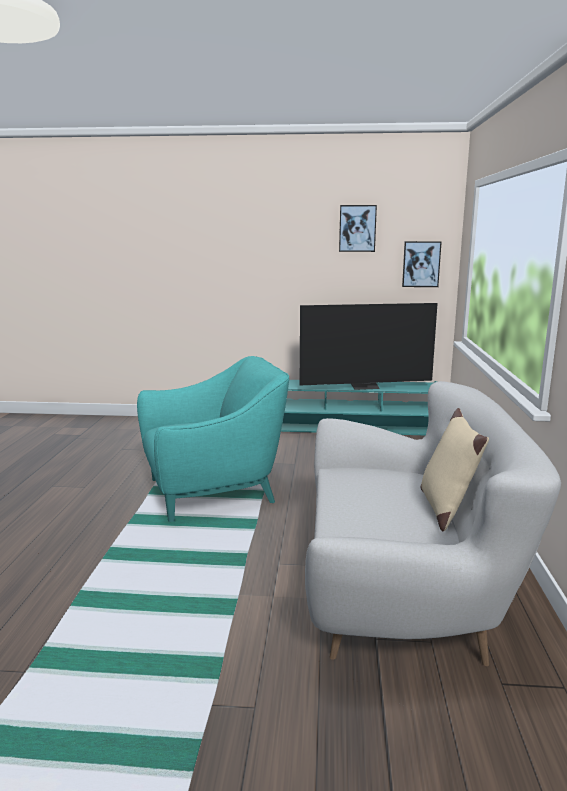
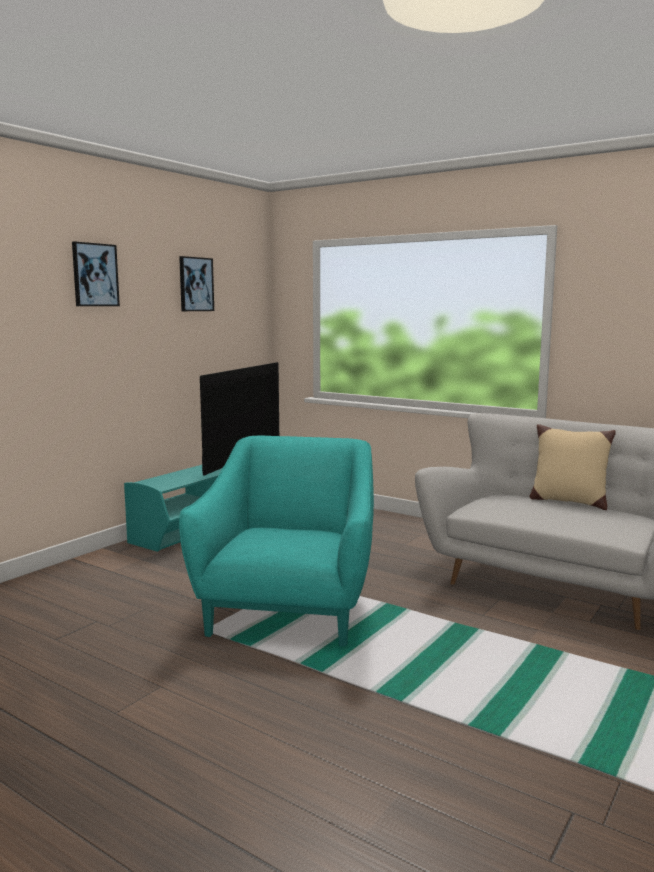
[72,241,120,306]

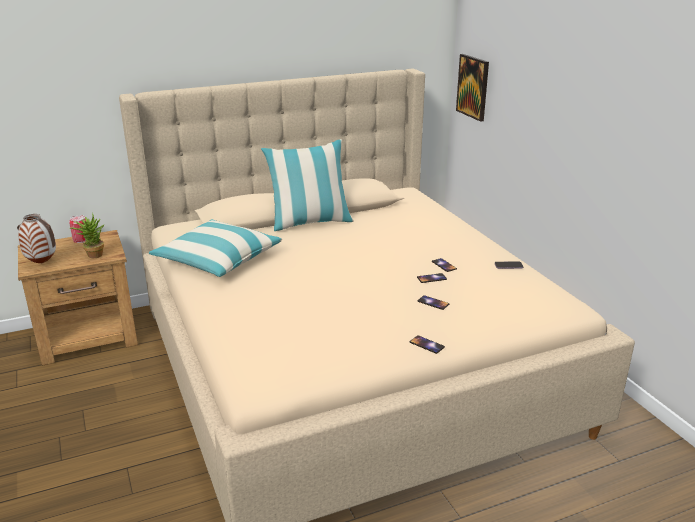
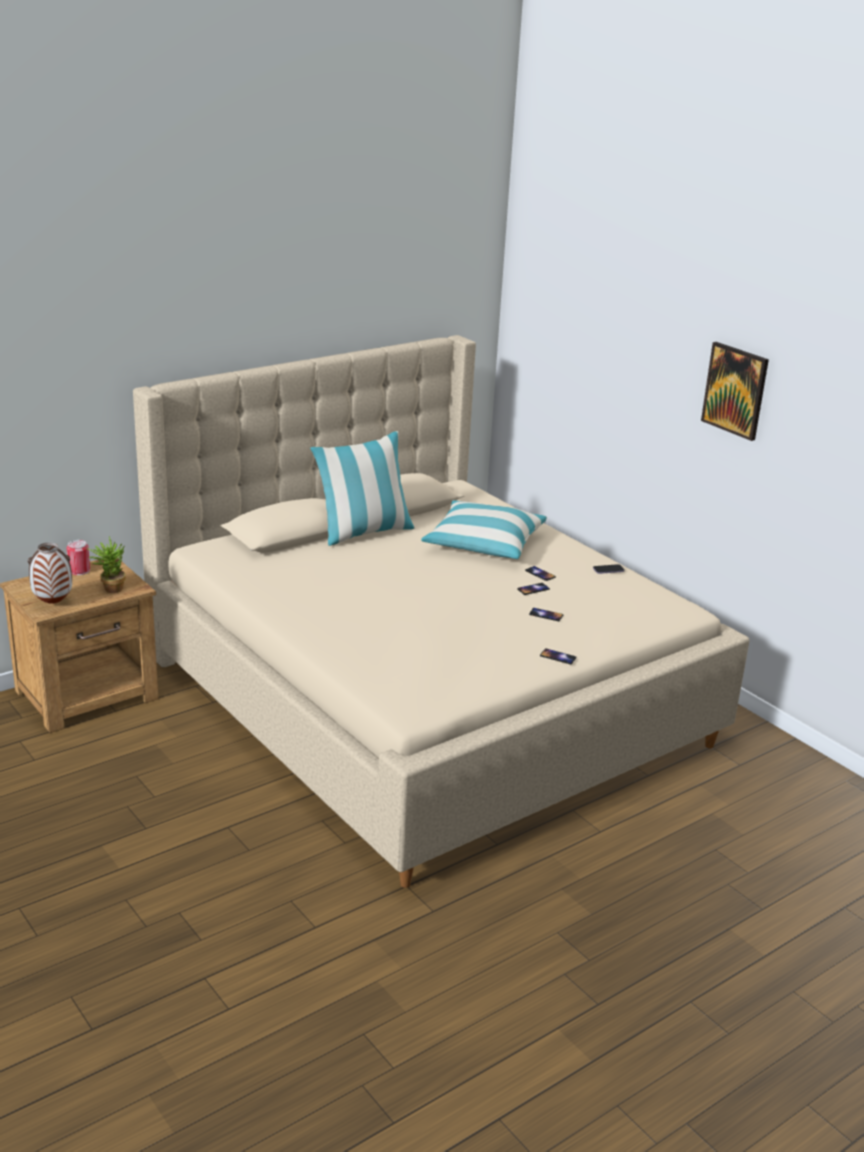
[701,342,769,441]
[421,500,547,559]

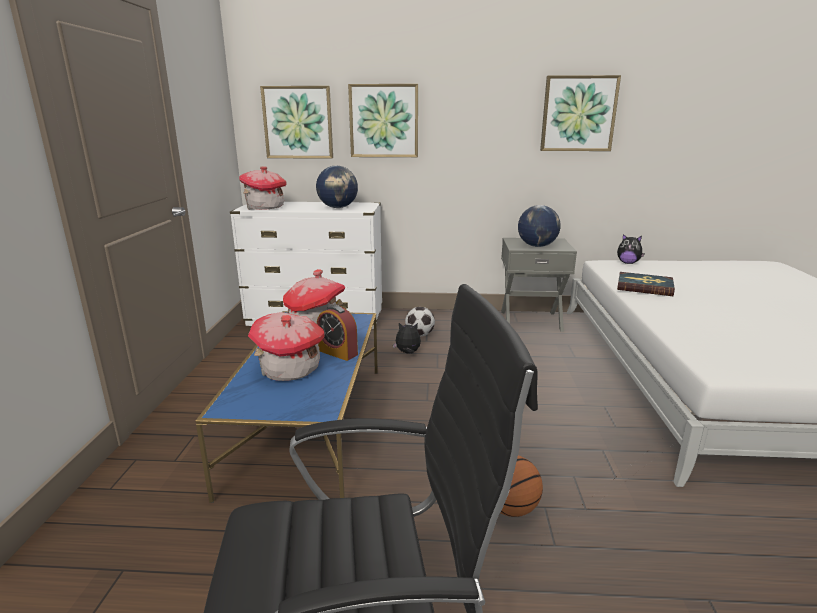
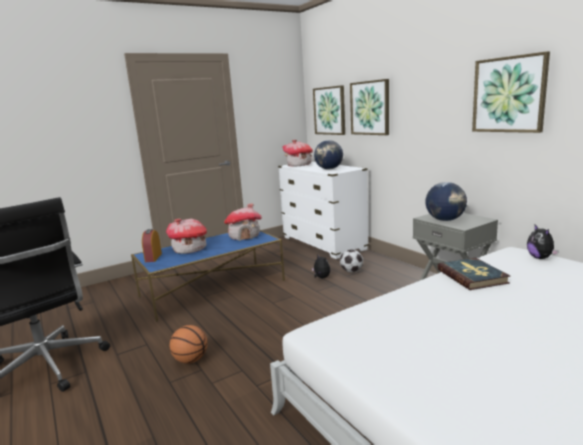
[142,229,162,262]

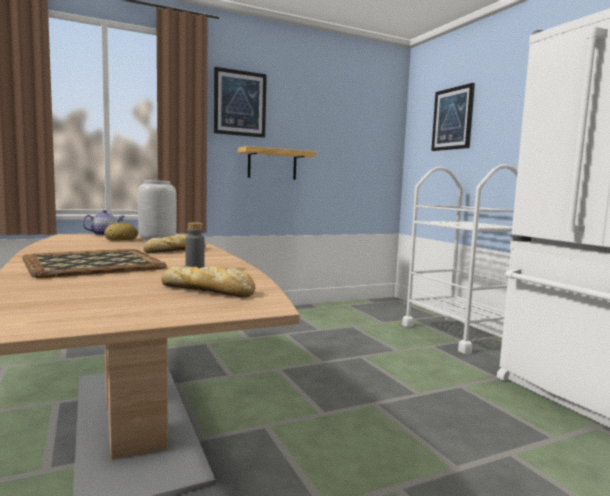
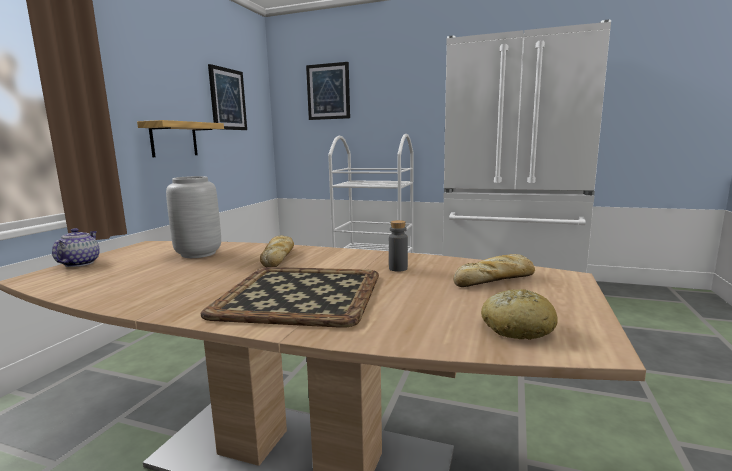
[208,64,247,130]
[481,289,558,340]

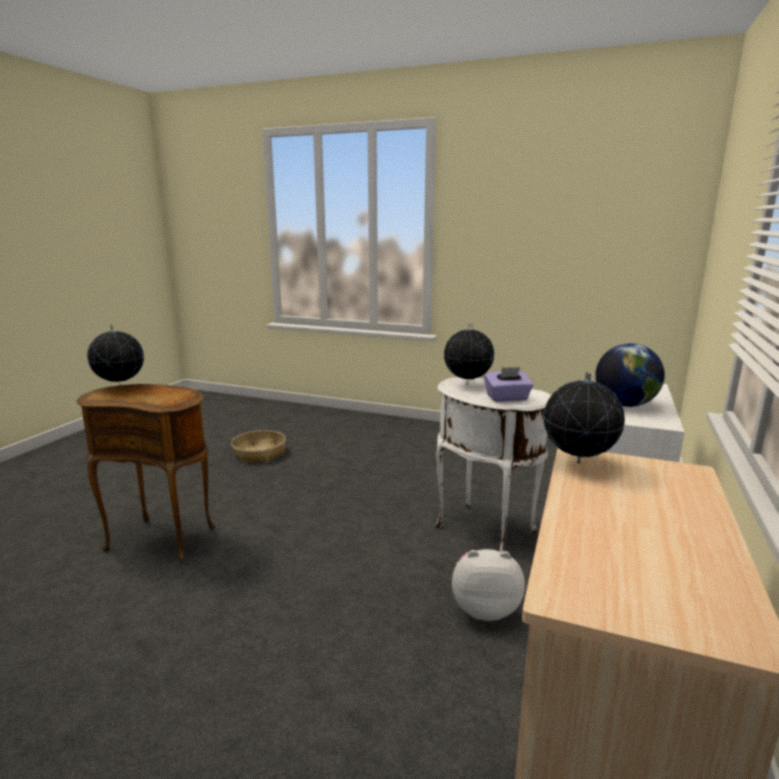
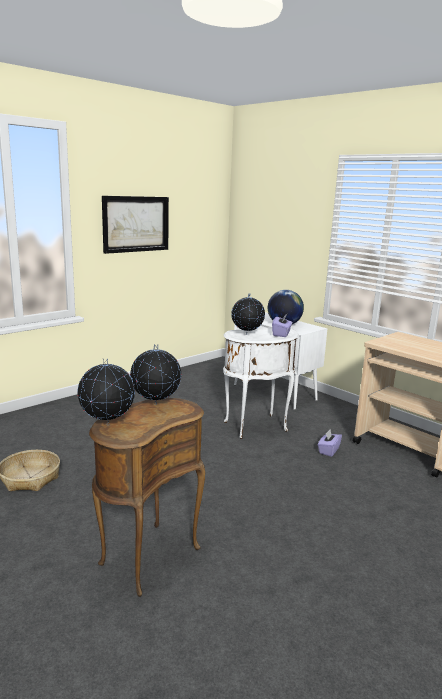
[130,344,182,405]
[318,429,342,457]
[102,196,169,254]

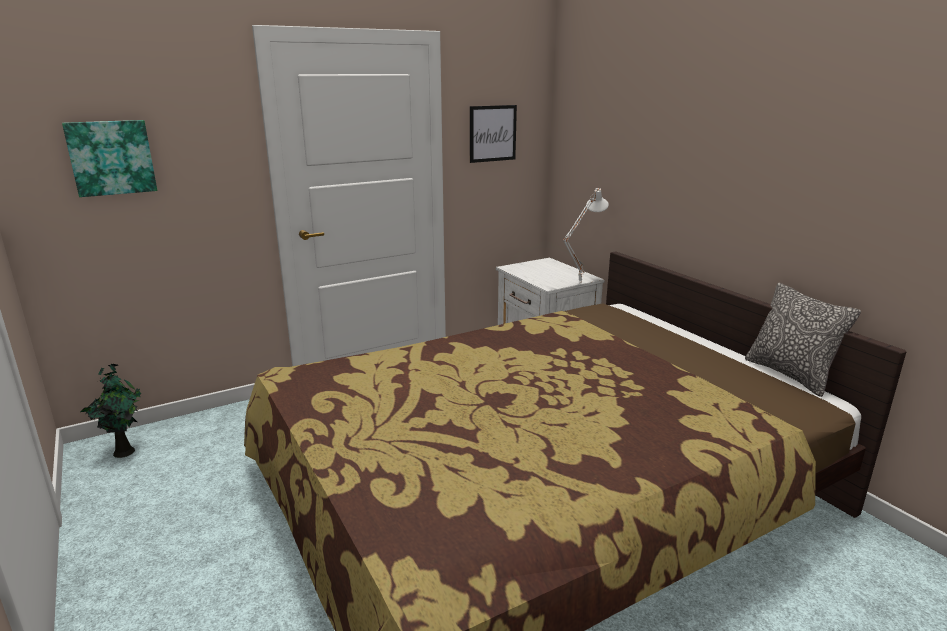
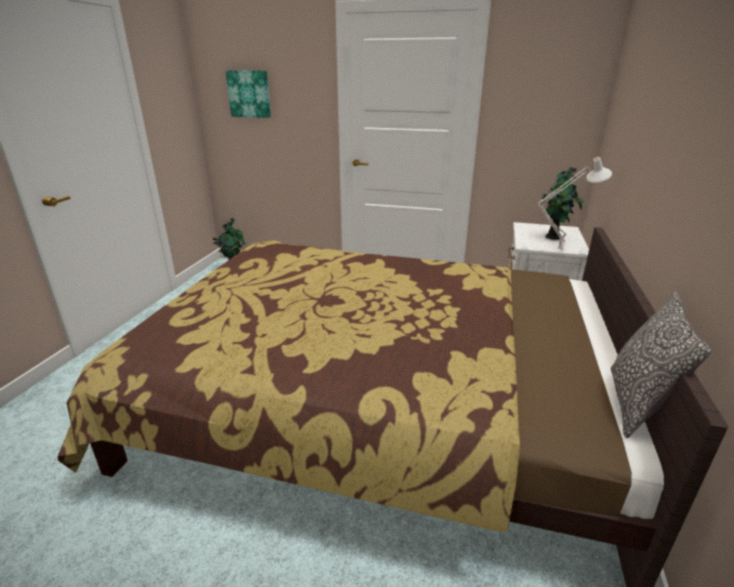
[470,105,517,163] (first image)
[542,167,584,240]

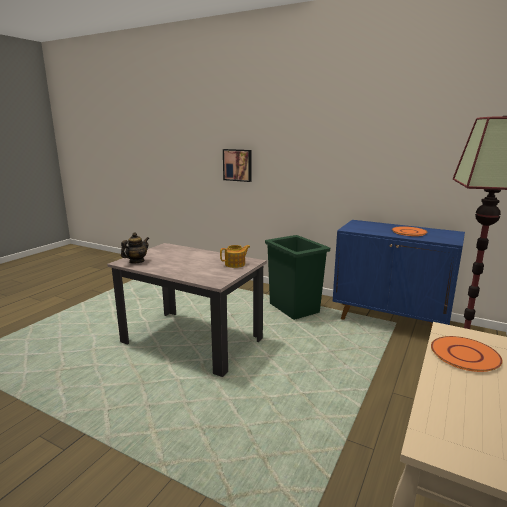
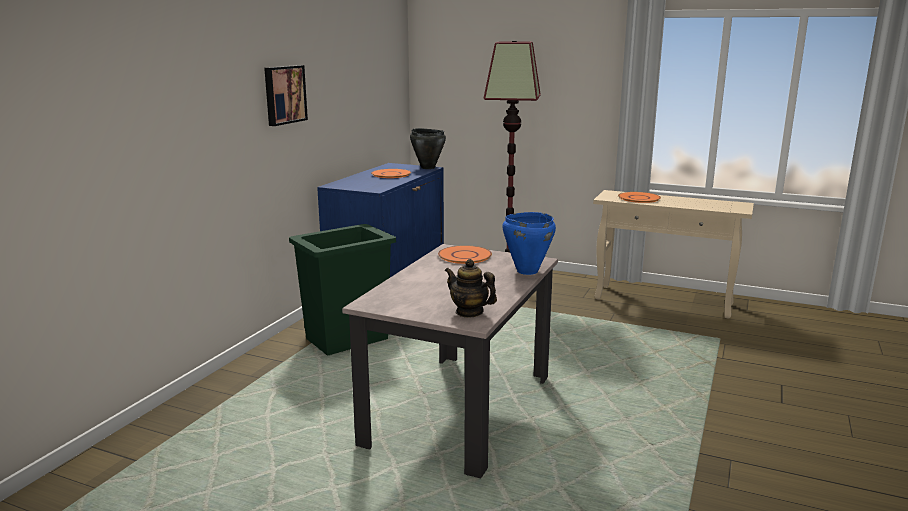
[264,65,308,126]
[438,245,492,264]
[410,128,446,169]
[503,212,556,275]

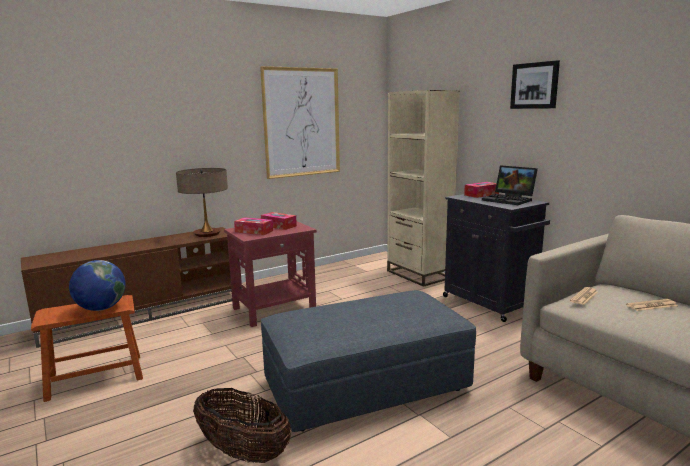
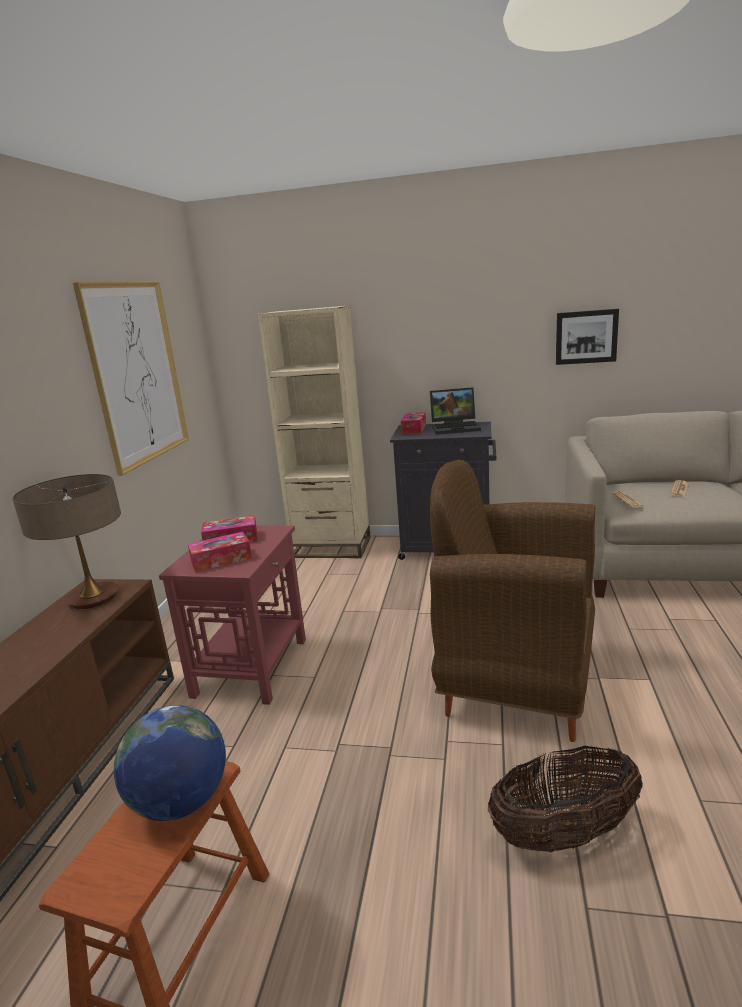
[556,309,619,365]
[430,460,595,742]

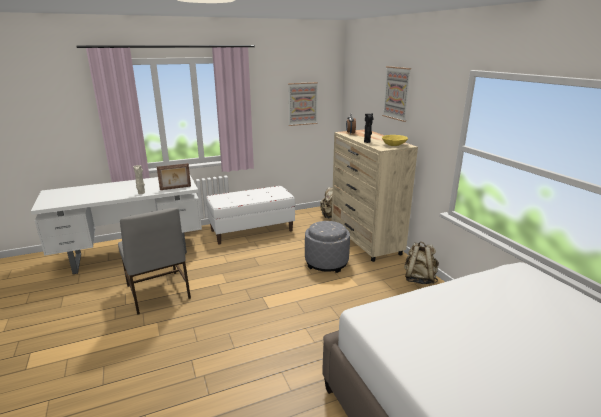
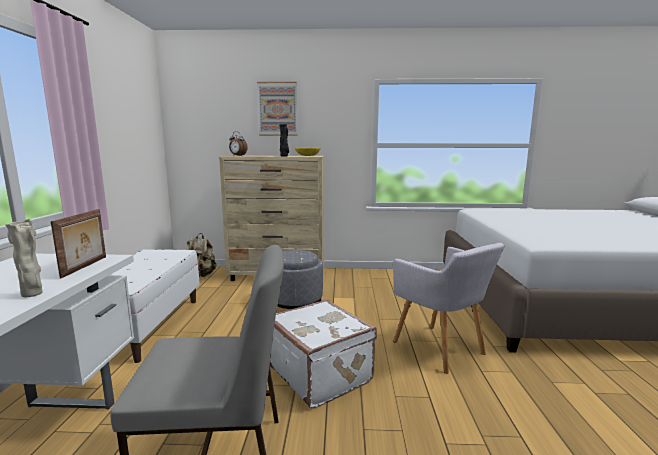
[288,82,318,126] (first image)
[404,241,439,284] (first image)
[393,243,504,374]
[270,299,377,409]

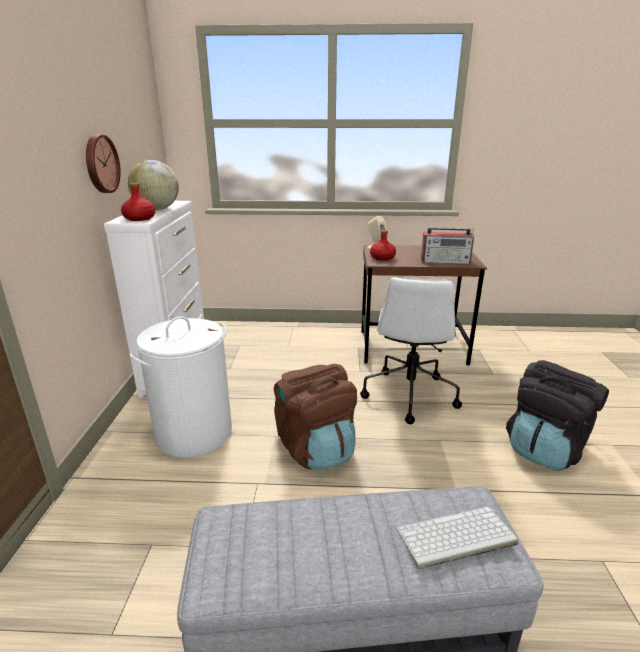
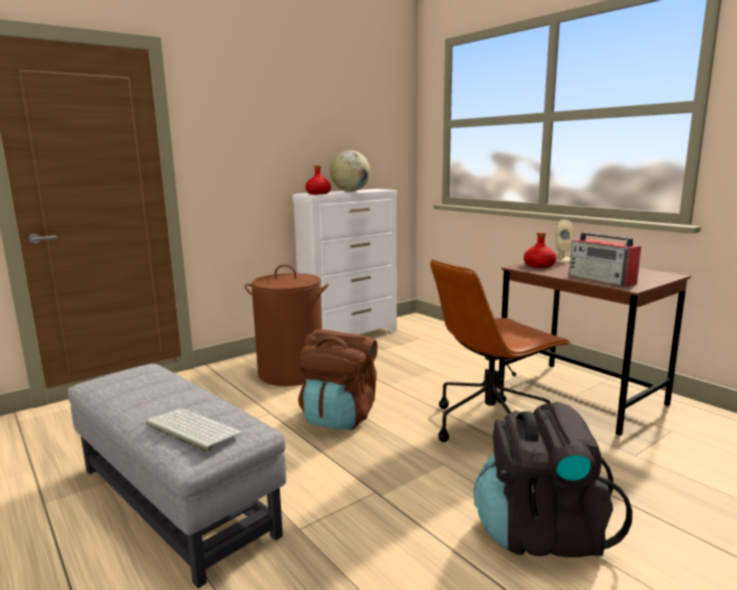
[86,134,121,193] (first image)
[430,259,571,442]
[245,265,329,386]

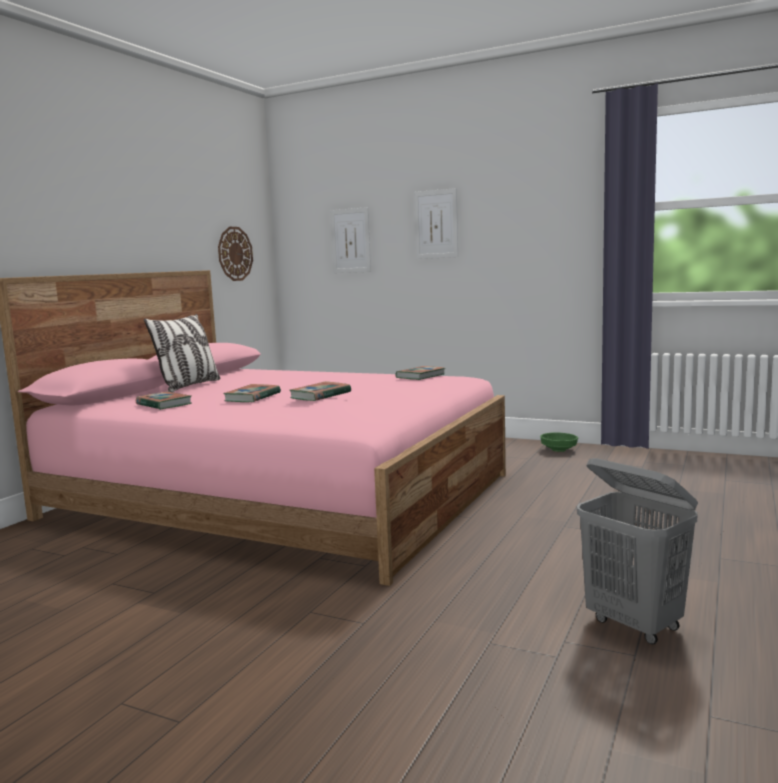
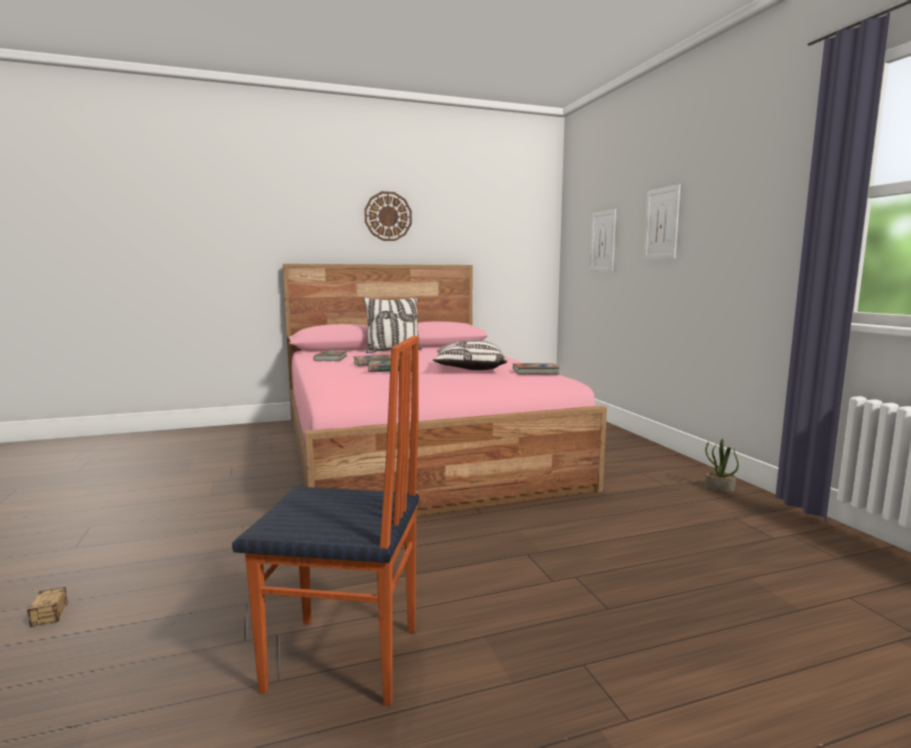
[364,191,412,241]
[704,439,739,492]
[232,335,419,706]
[433,340,507,370]
[27,587,68,627]

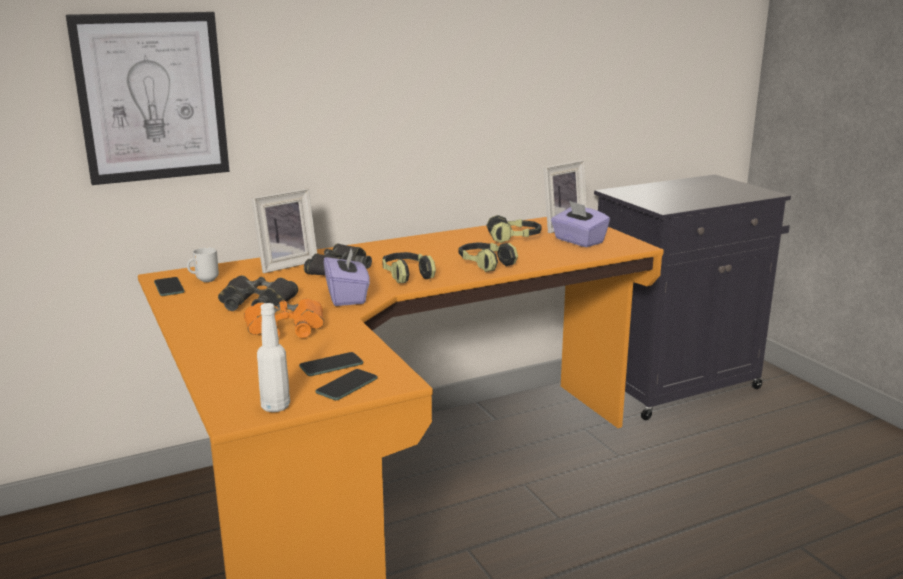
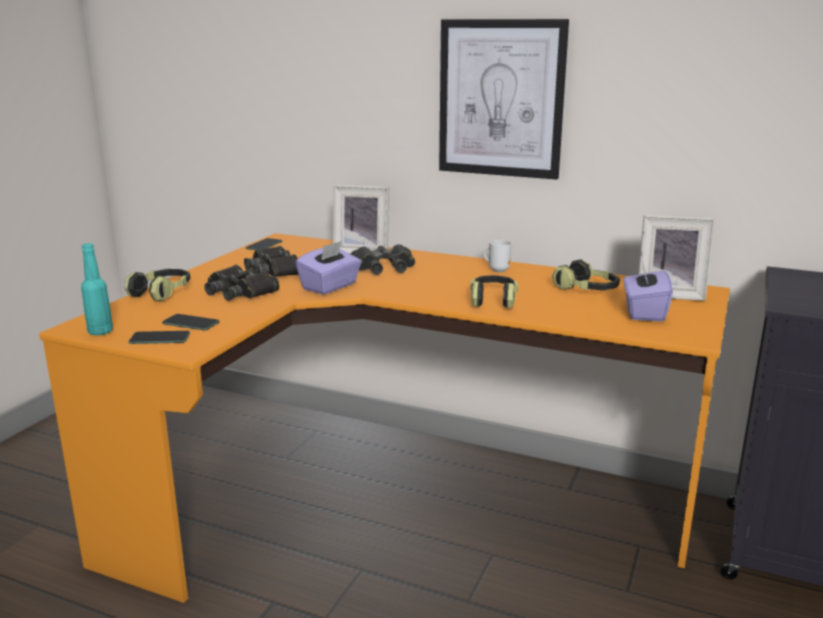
[439,19,569,180]
[483,240,511,272]
[125,269,190,301]
[204,265,279,301]
[81,243,113,335]

